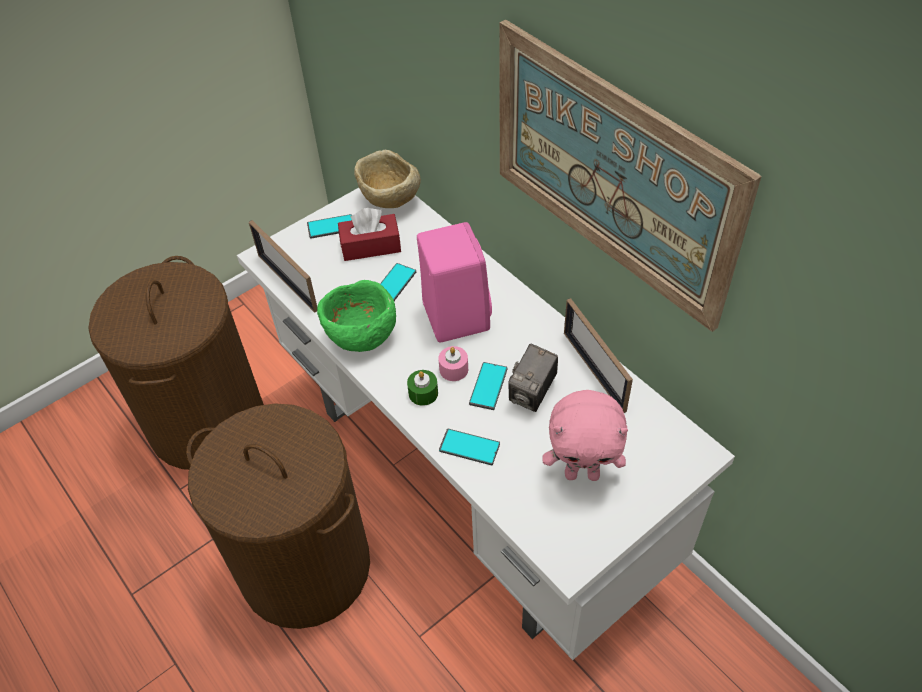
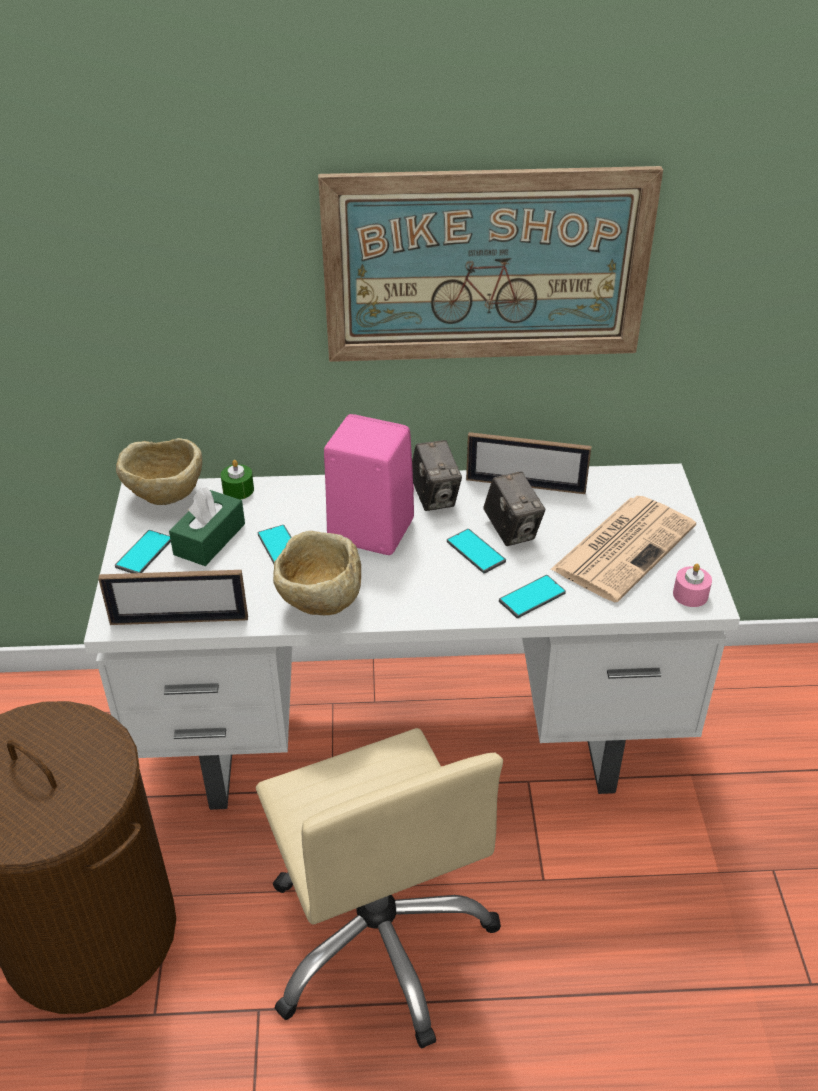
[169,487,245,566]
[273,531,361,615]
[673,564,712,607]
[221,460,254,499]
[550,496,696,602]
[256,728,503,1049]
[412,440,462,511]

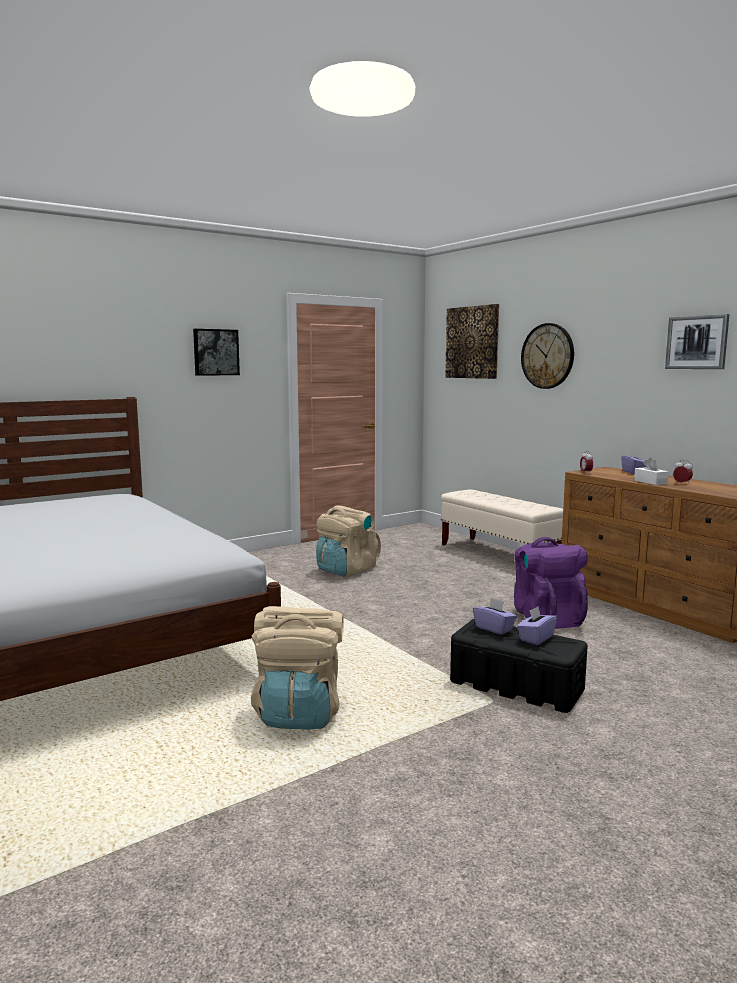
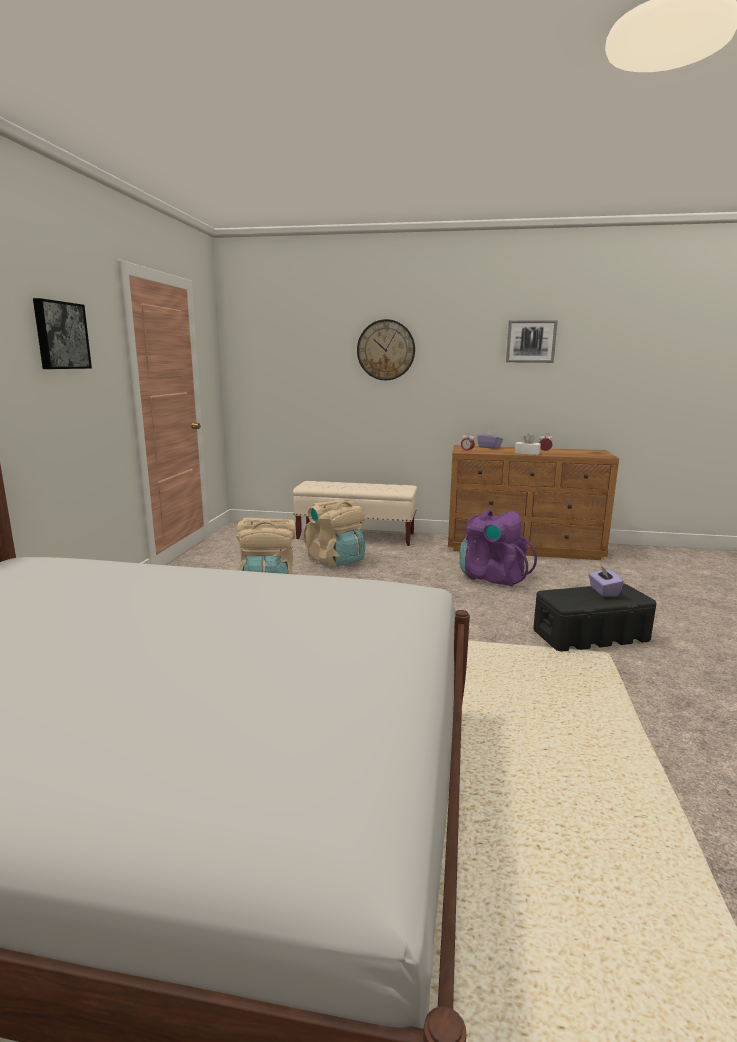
[445,304,499,379] (first image)
[473,597,517,635] (first image)
[304,499,365,568]

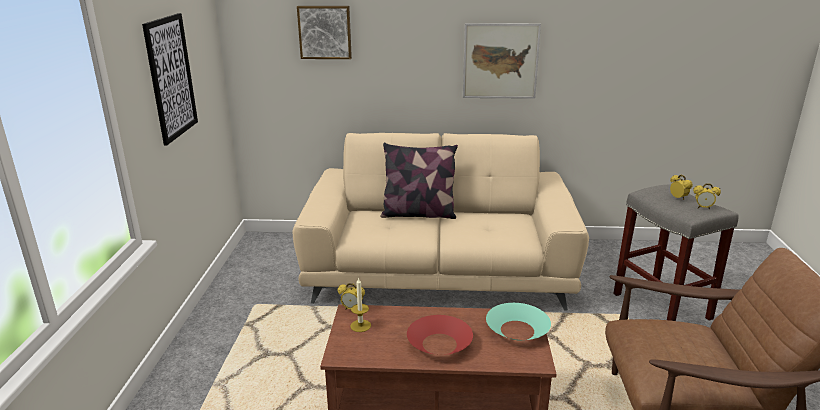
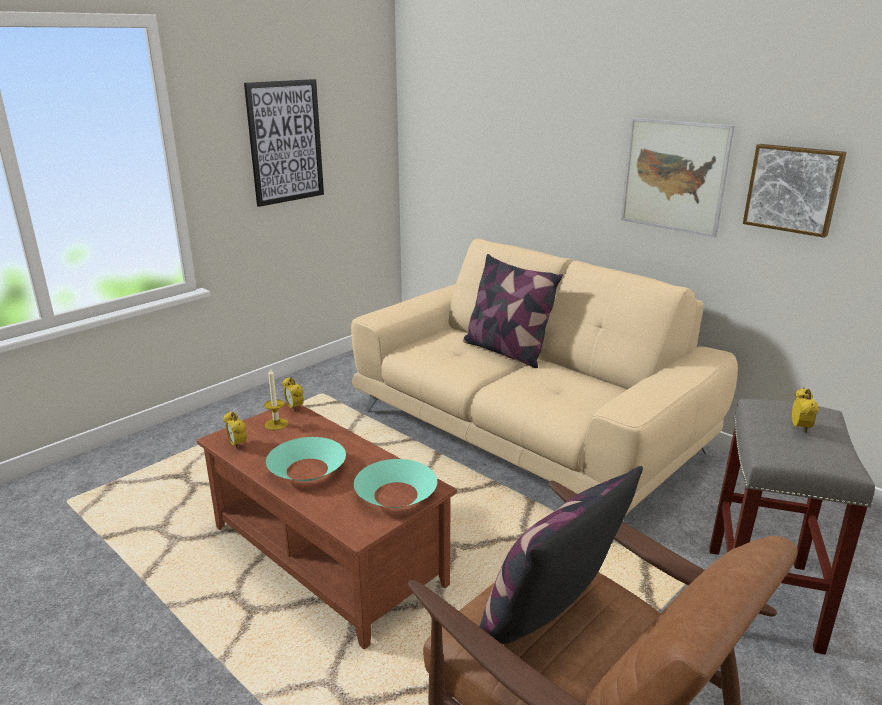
[743,144,847,238]
[224,412,247,449]
[266,437,346,481]
[479,466,643,644]

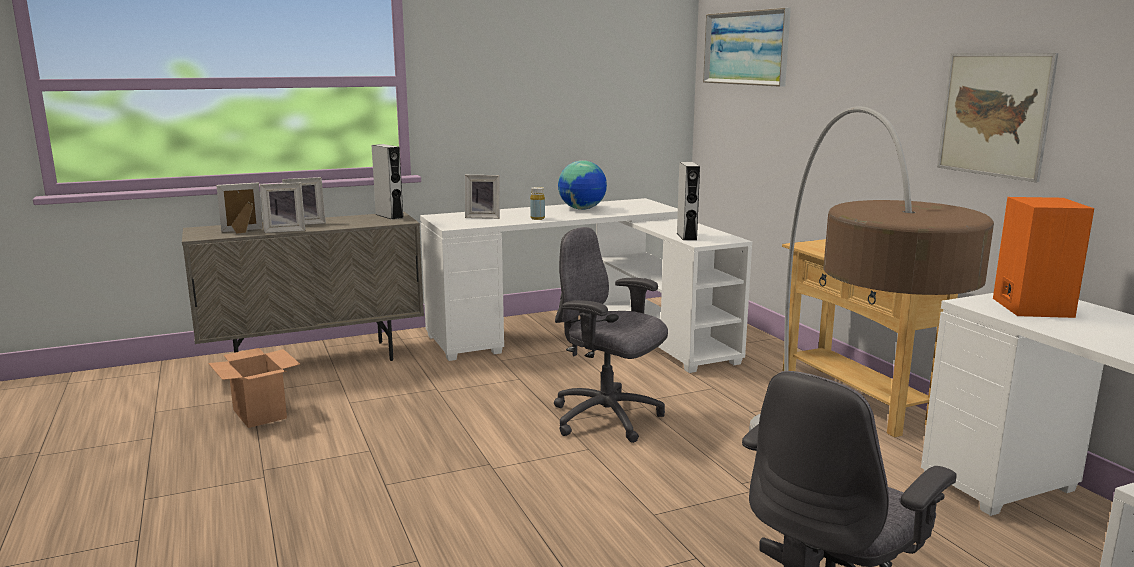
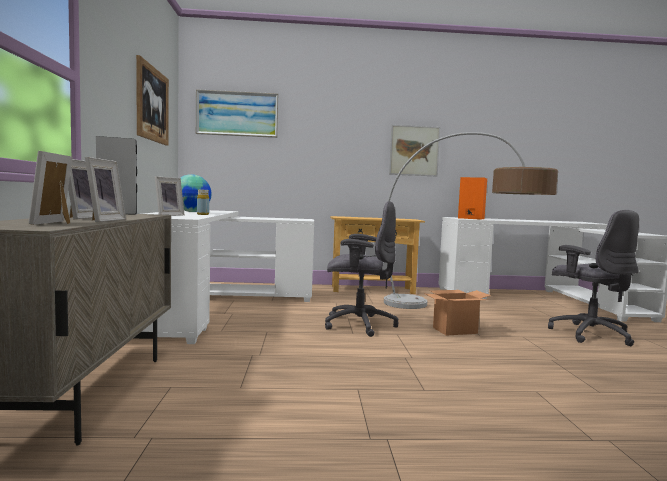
[677,162,700,241] (first image)
[325,201,398,337]
[425,290,491,336]
[136,55,169,146]

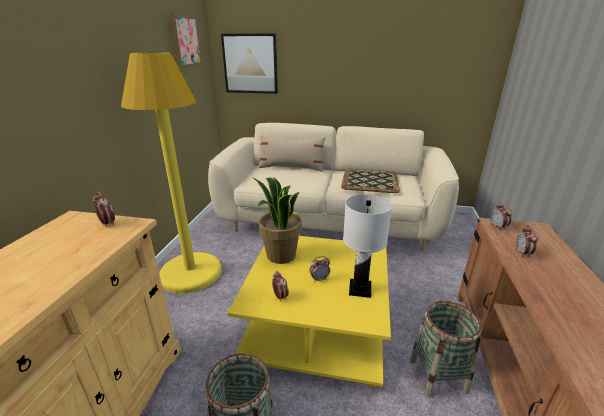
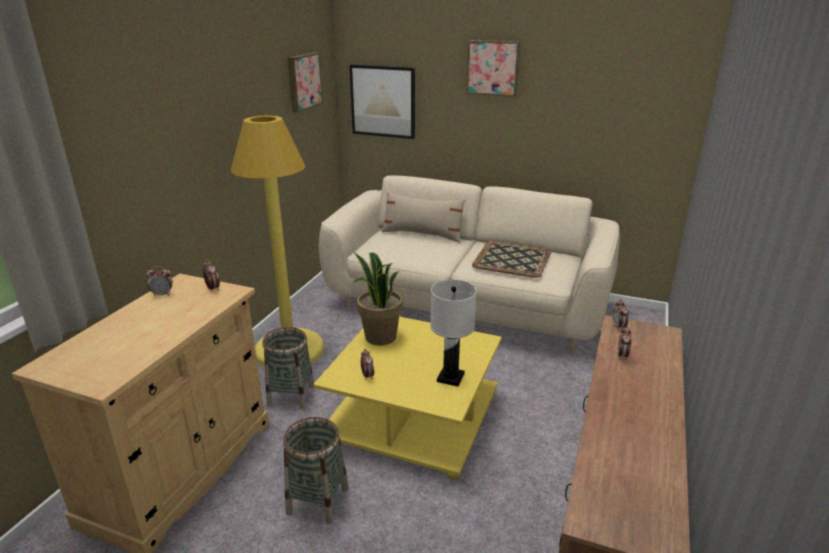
[146,266,173,296]
[262,327,314,409]
[466,40,521,97]

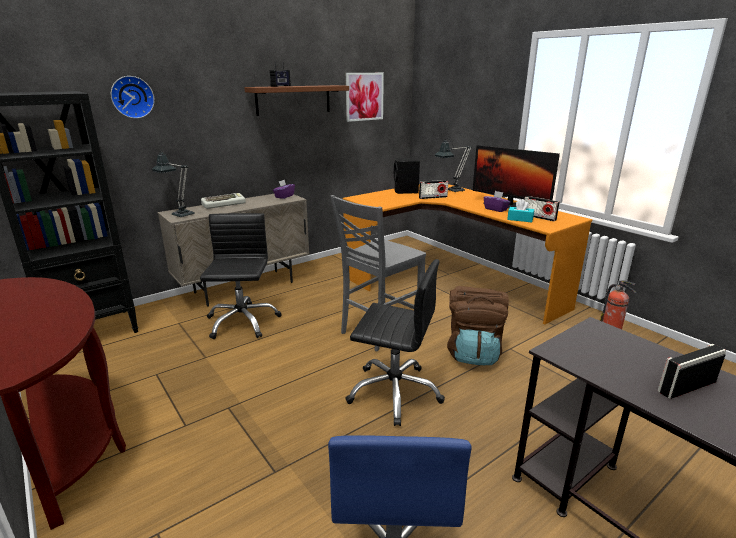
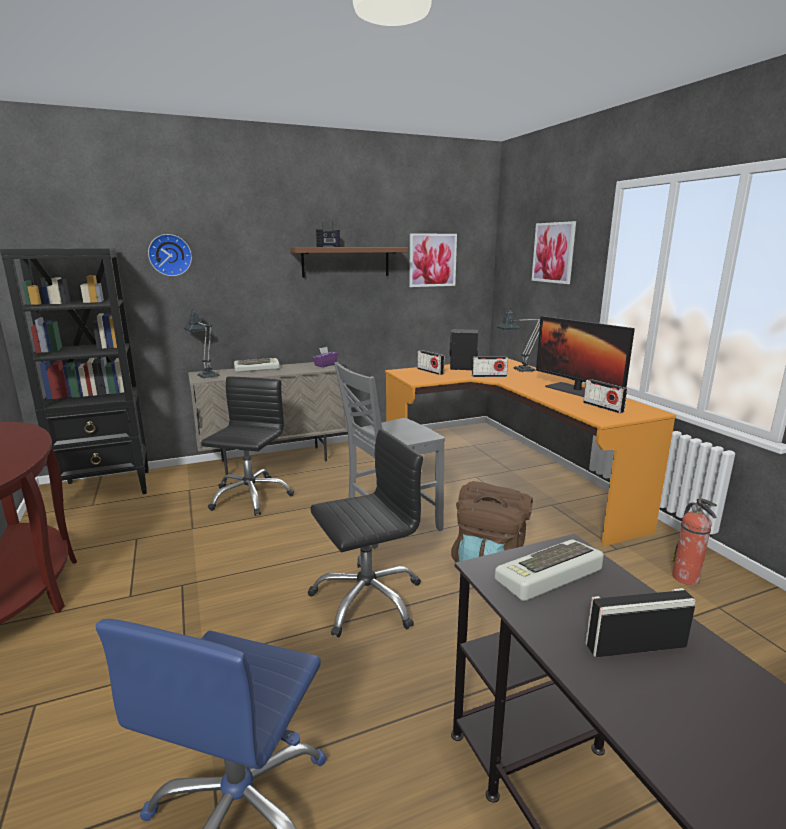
[484,191,510,212] (first image)
[507,199,534,222] (first image)
[308,429,423,637]
[532,221,576,284]
[417,350,445,375]
[495,539,604,601]

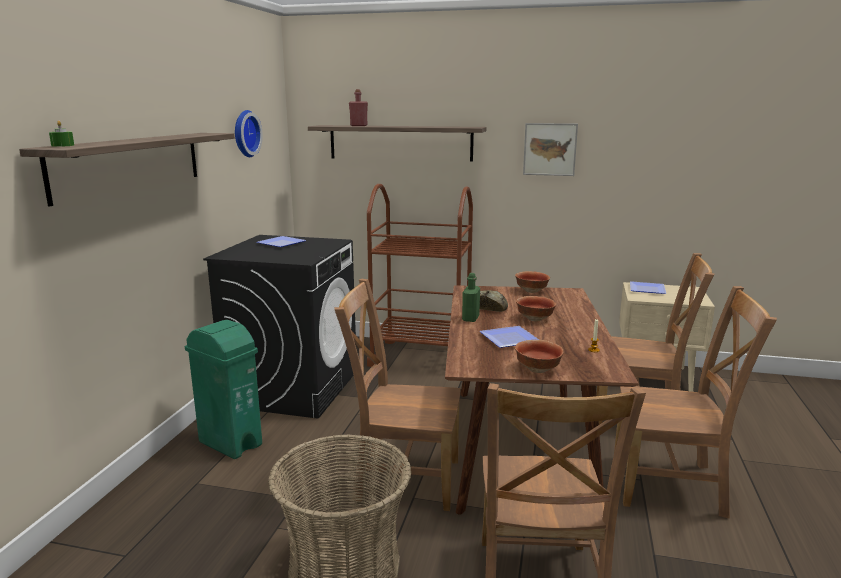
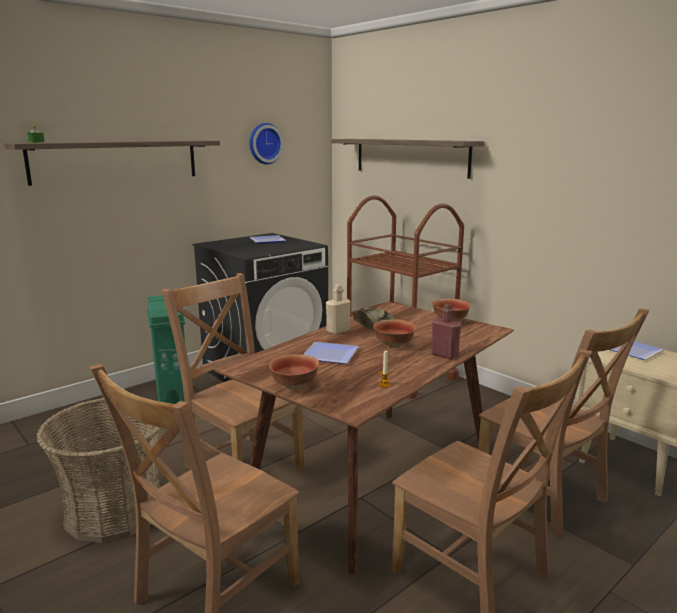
[432,303,461,359]
[523,123,578,176] (first image)
[326,284,351,334]

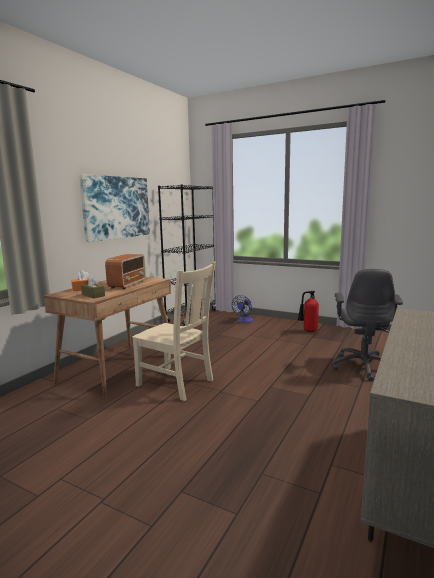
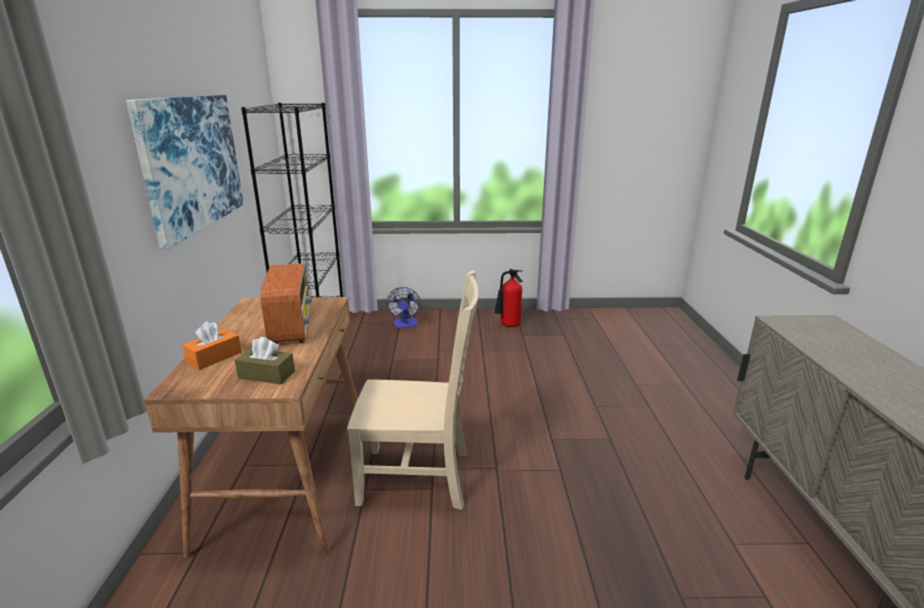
[332,269,403,381] (first image)

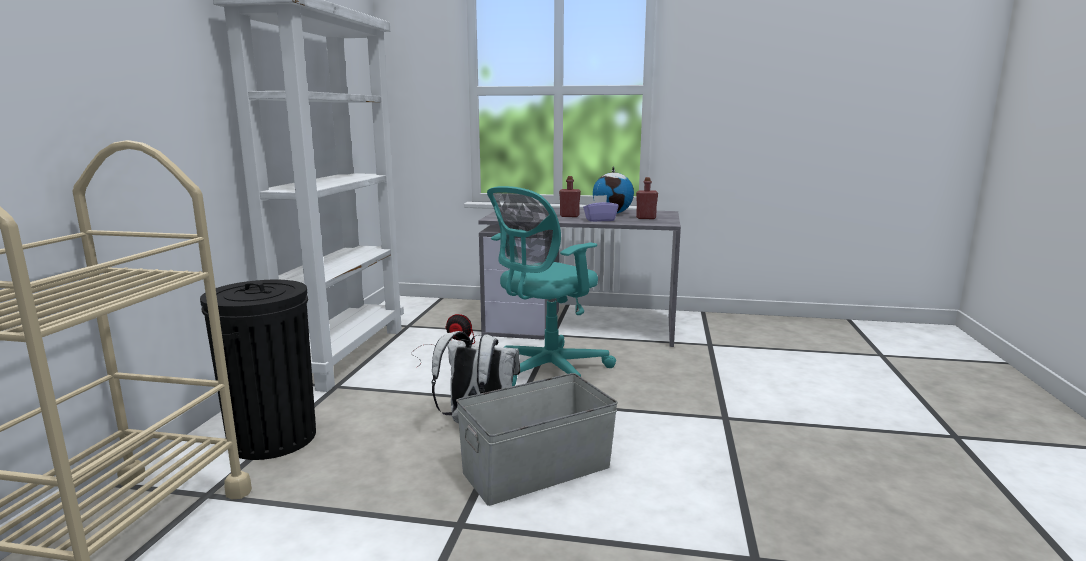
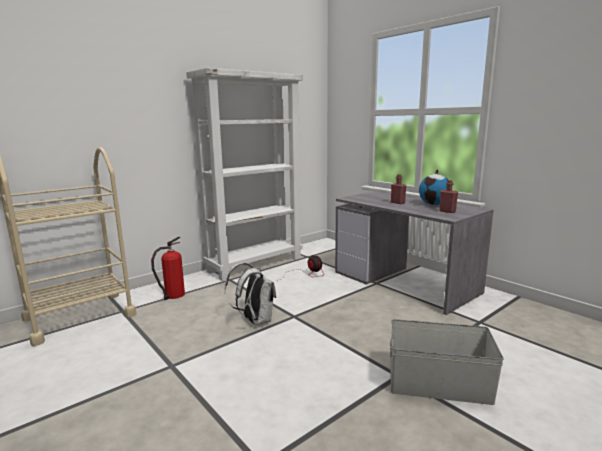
[487,186,616,386] (first image)
[583,195,618,222] (first image)
[151,237,185,300]
[390,319,504,405]

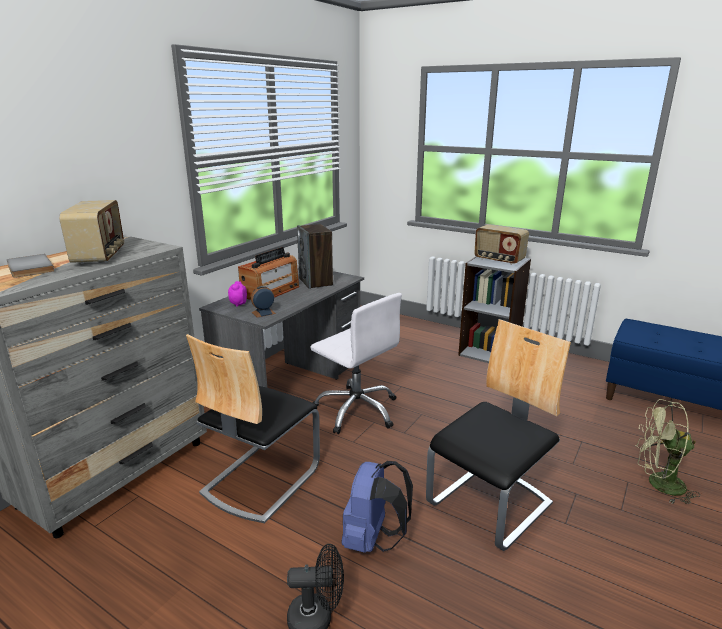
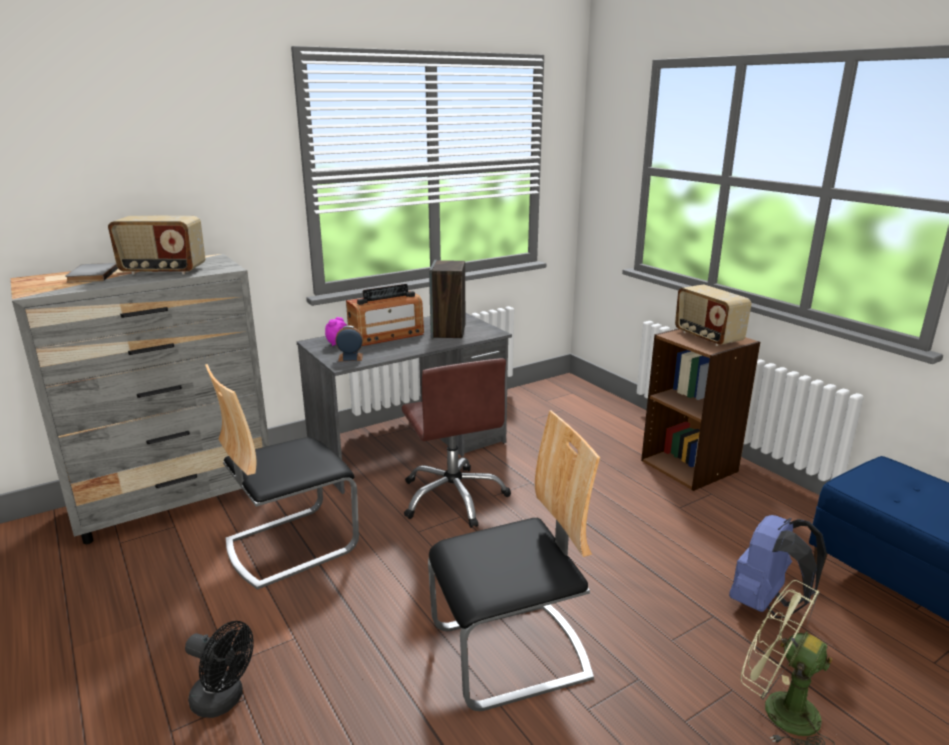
[108,216,205,275]
[641,329,760,491]
[402,358,511,528]
[729,515,827,618]

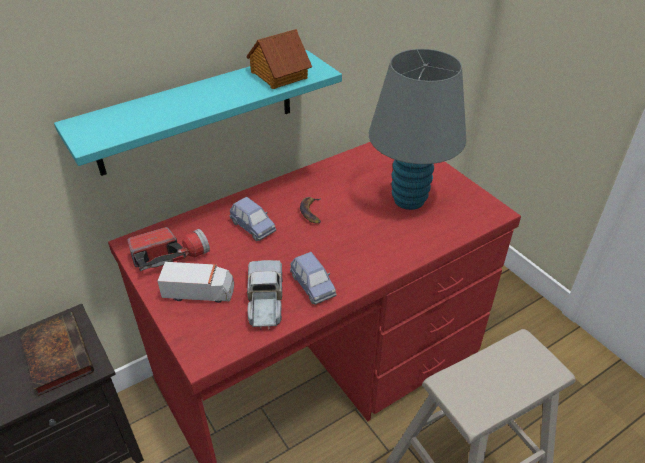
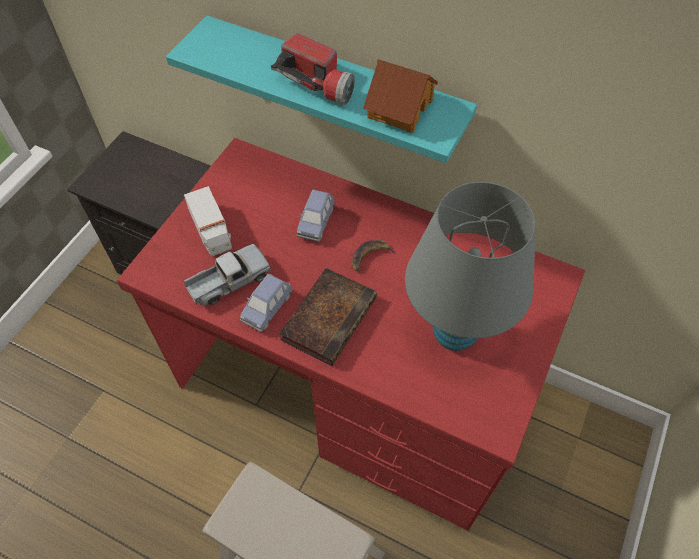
[271,33,355,105]
[279,268,377,366]

